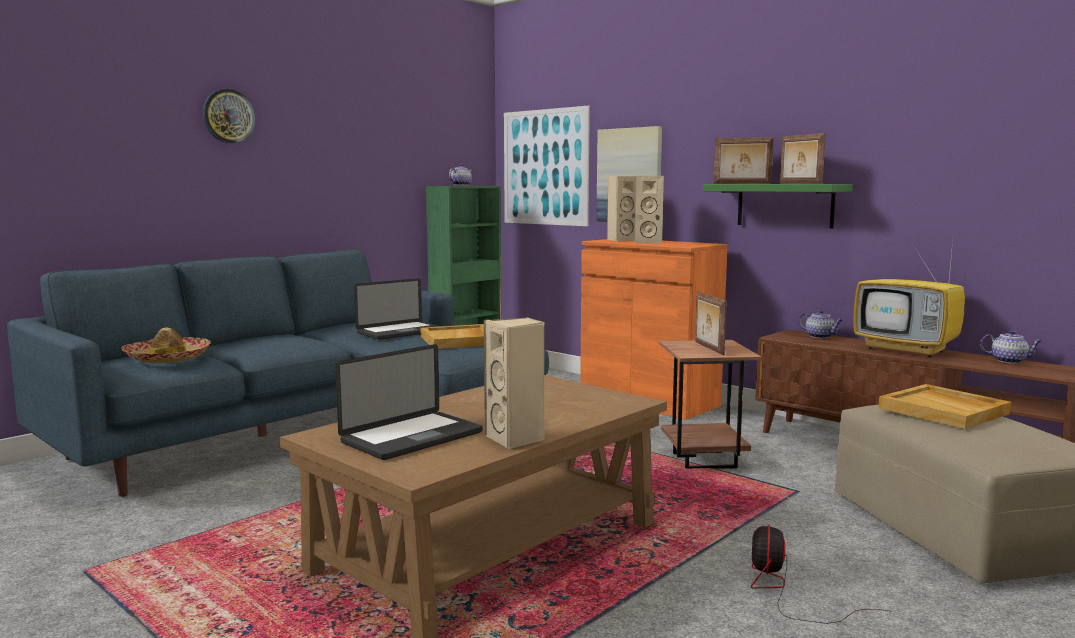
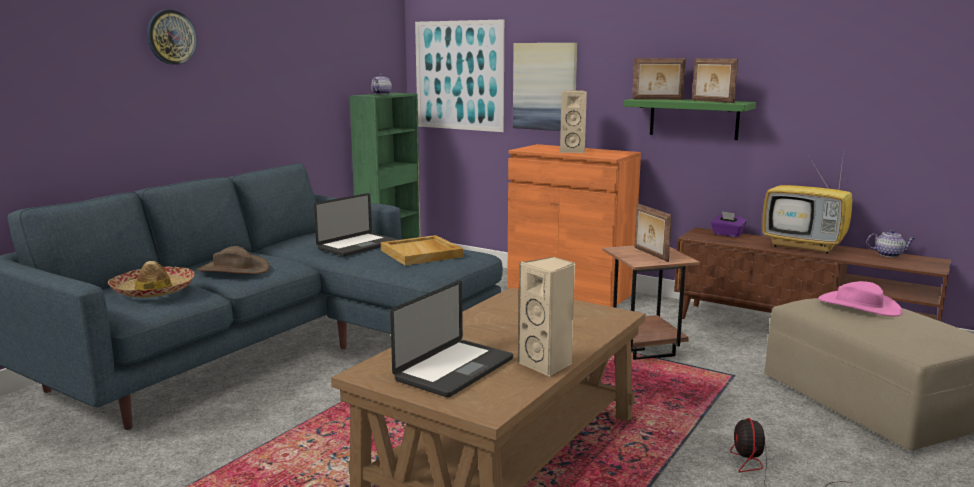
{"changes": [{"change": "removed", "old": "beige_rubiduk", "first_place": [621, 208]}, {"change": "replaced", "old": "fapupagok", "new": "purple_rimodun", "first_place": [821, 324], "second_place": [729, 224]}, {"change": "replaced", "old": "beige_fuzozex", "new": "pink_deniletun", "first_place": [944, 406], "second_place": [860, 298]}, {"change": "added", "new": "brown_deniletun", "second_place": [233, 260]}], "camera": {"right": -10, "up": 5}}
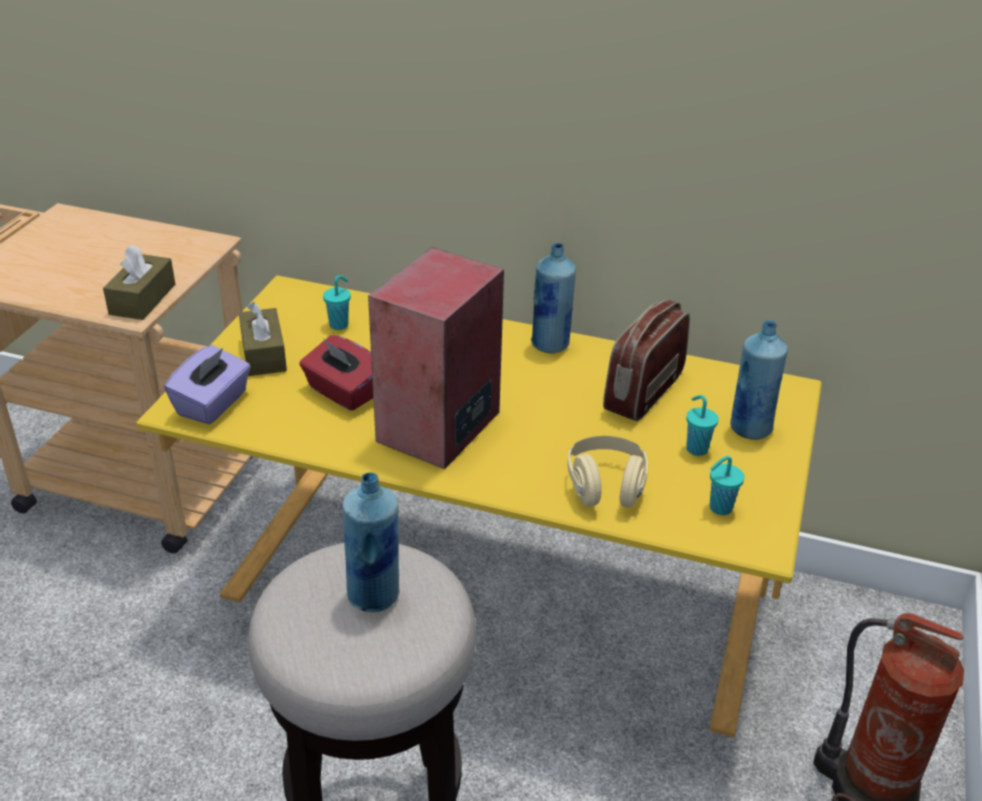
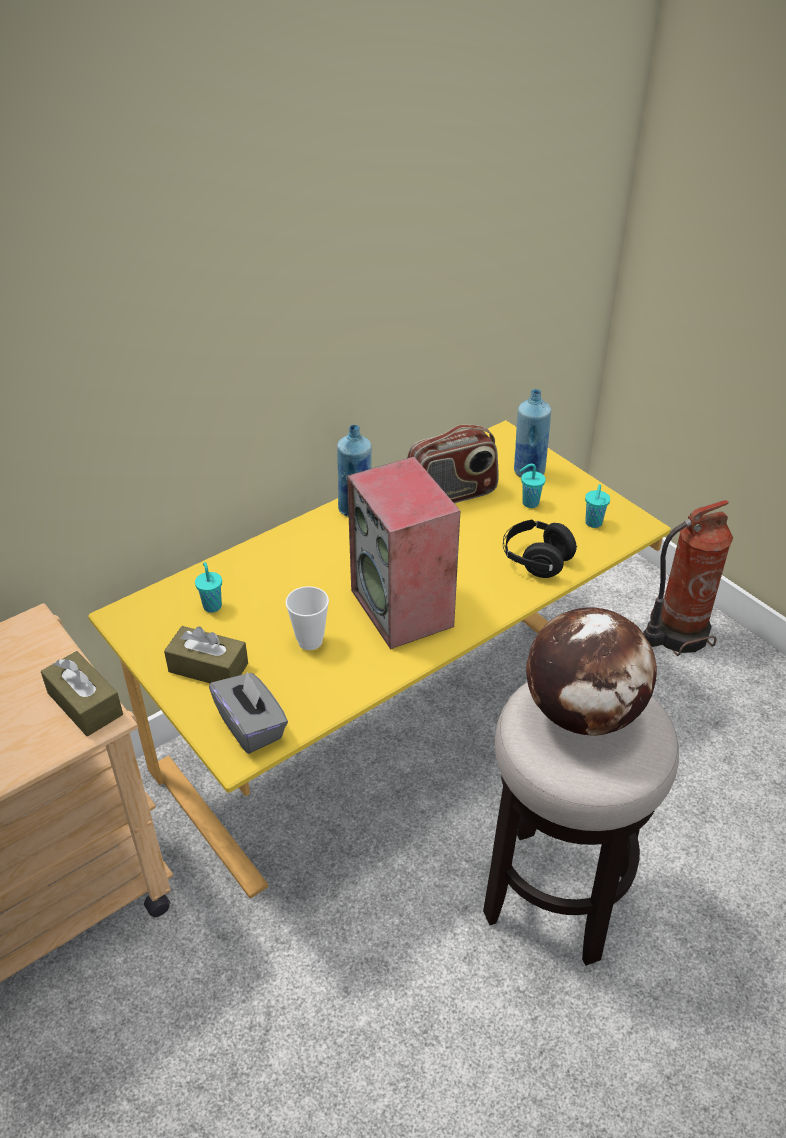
{"changes": [{"change": "recoloured", "old": "purple_rimodun", "new": "grey_rimodun", "first_place": [207, 384], "second_place": [248, 713]}, {"change": "replaced", "old": "red_rimodun", "new": "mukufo", "first_place": [336, 373], "second_place": [307, 618]}, {"change": "replaced", "old": "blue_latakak", "new": "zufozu", "first_place": [370, 542], "second_place": [591, 671]}, {"change": "recoloured", "old": "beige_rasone", "new": "black_rasone", "first_place": [608, 472], "second_place": [540, 548]}, {"change": "turned", "old": "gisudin", "first_place": [646, 360], "second_place": [453, 463], "degrees": -90}], "camera": {"right": -55, "up": 5}}
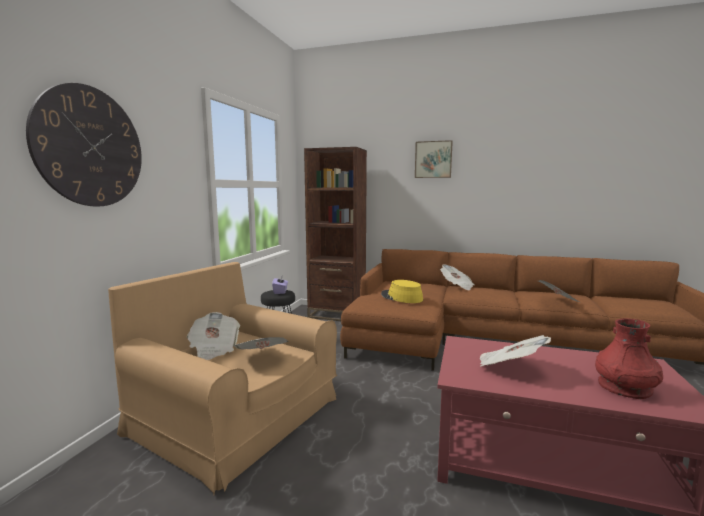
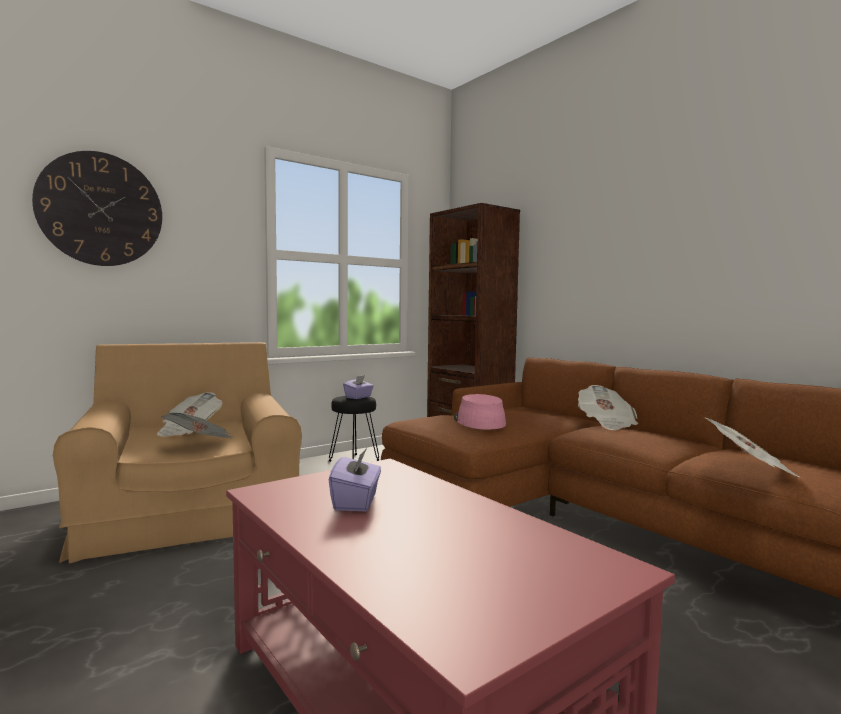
{"changes": [{"change": "recoloured", "old": "yellow_deniletun", "new": "pink_deniletun", "first_place": [402, 291], "second_place": [480, 412]}, {"change": "removed", "old": "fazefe", "first_place": [434, 159]}, {"change": "replaced", "old": "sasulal", "new": "purple_rimodun", "first_place": [515, 350], "second_place": [355, 479]}, {"change": "removed", "old": "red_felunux", "first_place": [629, 358]}], "camera": {"right": 35, "up": -5}}
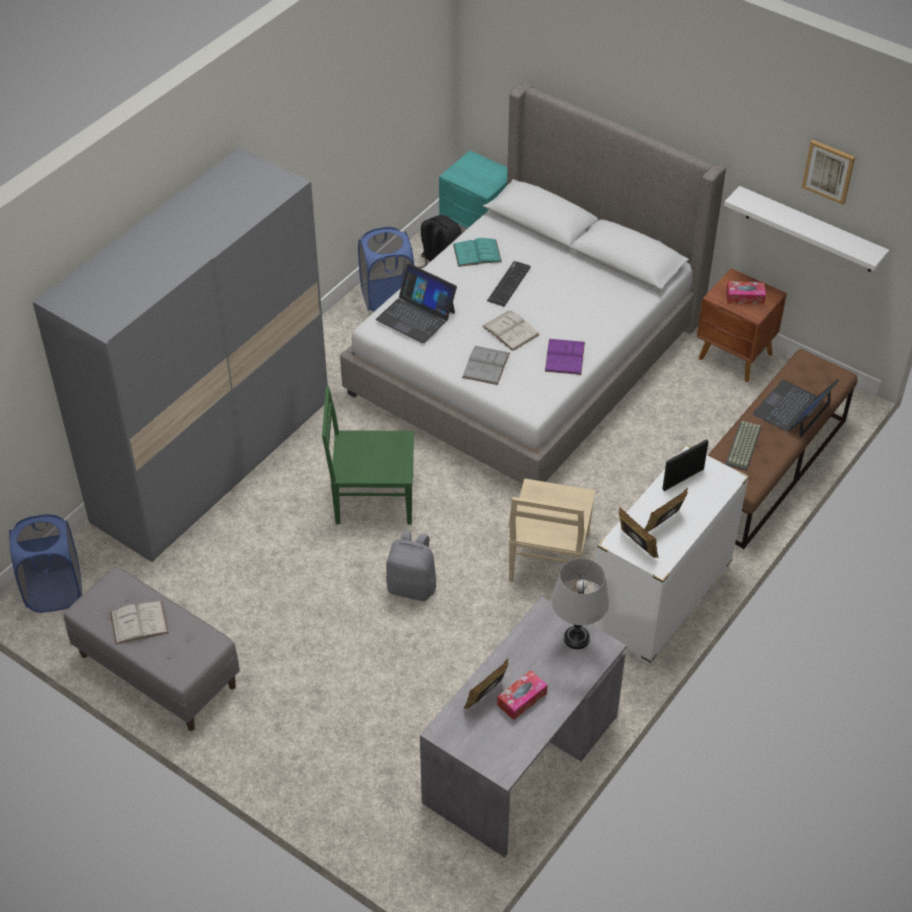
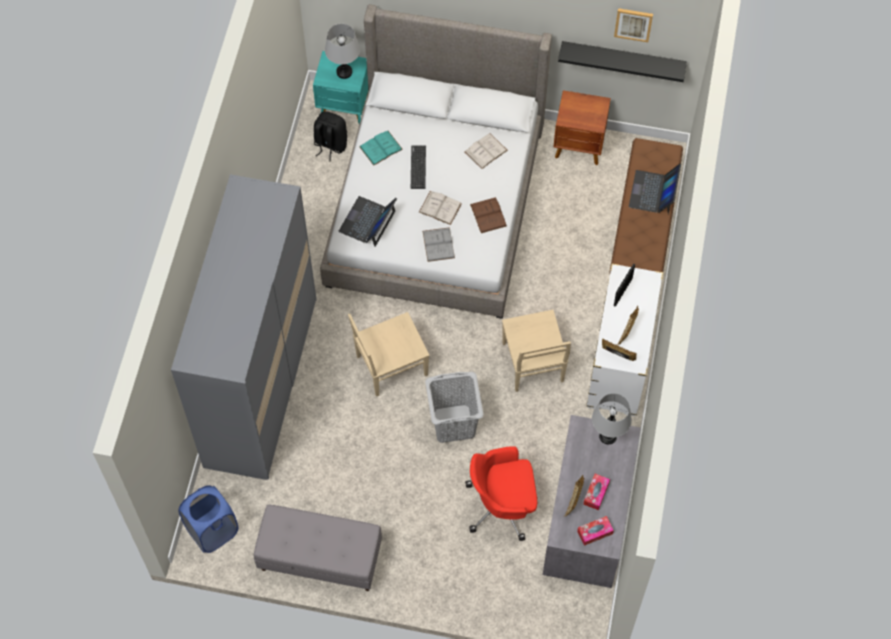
{"changes": [{"change": "moved", "old": "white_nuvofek", "first_place": [139, 623], "second_place": [486, 151]}, {"change": "recoloured", "old": "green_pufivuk", "new": "beige_pufivuk", "first_place": [368, 455], "second_place": [389, 354]}, {"change": "removed", "old": "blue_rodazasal", "first_place": [386, 269]}, {"change": "turned", "old": "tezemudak", "first_place": [416, 303], "second_place": [367, 221], "degrees": 105}, {"change": "replaced", "old": "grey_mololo", "new": "grey_rodazasal", "first_place": [411, 565], "second_place": [454, 407]}, {"change": "recoloured", "old": "purple_nuvofek", "new": "brown_nuvofek", "first_place": [565, 357], "second_place": [488, 215]}, {"change": "recoloured", "old": "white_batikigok", "new": "black_batikigok", "first_place": [806, 229], "second_place": [622, 61]}, {"change": "removed", "old": "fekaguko", "first_place": [743, 445]}, {"change": "moved", "old": "rimodun", "first_place": [746, 293], "second_place": [595, 531]}, {"change": "added", "new": "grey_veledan", "second_place": [342, 51]}, {"change": "added", "new": "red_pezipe", "second_place": [501, 493]}], "camera": {"right": -25, "up": 15}}
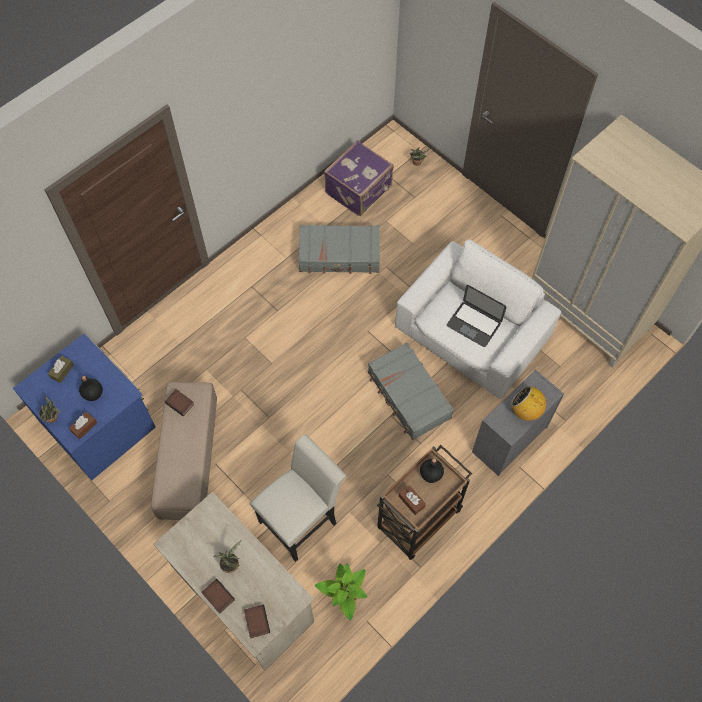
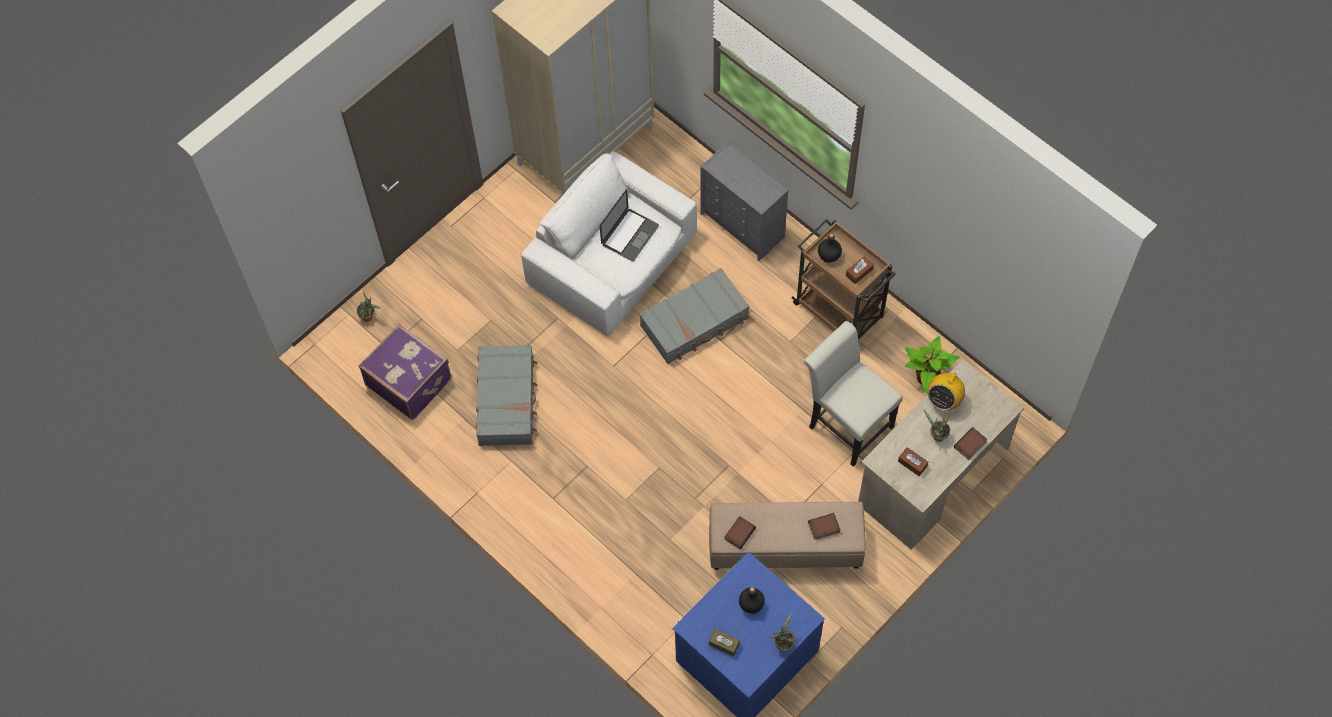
{"changes": [{"change": "moved", "old": "brown_rimodun", "first_place": [83, 425], "second_place": [913, 461]}, {"change": "moved", "old": "nuvofek", "first_place": [257, 621], "second_place": [824, 526]}, {"change": "moved", "old": "gisudin", "first_place": [529, 403], "second_place": [946, 388]}], "camera": {"right": -90, "up": 0}}
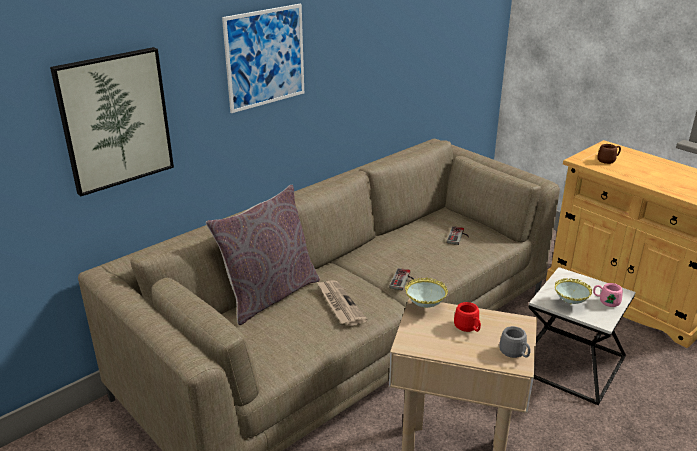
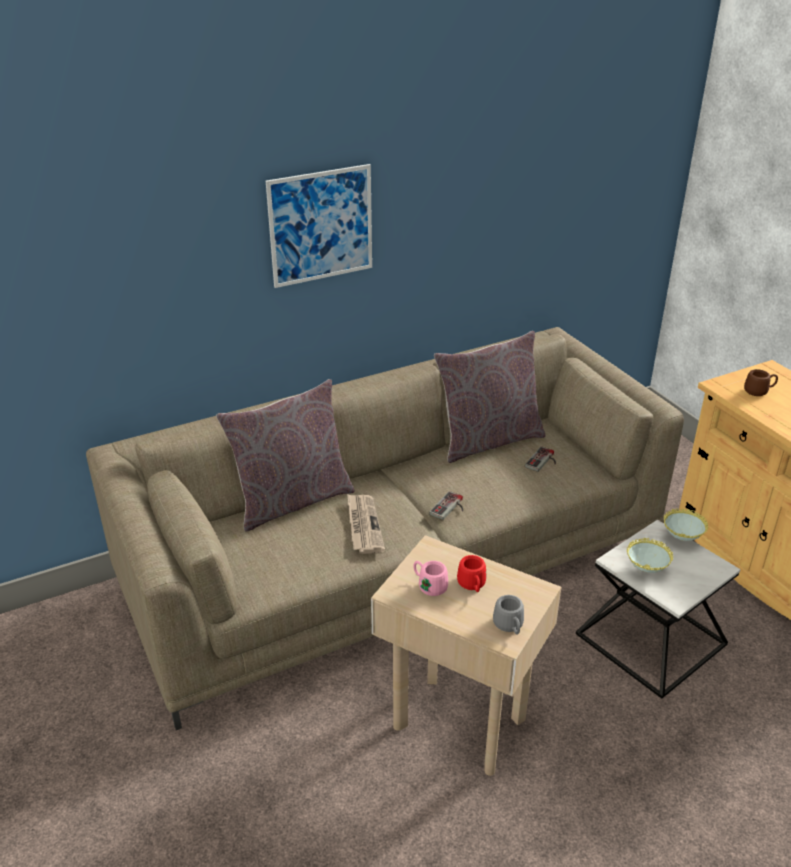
{"changes": [{"change": "removed", "old": "fazefe", "first_place": [112, 121]}, {"change": "moved", "old": "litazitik", "first_place": [426, 292], "second_place": [686, 524]}, {"change": "moved", "old": "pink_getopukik", "first_place": [608, 295], "second_place": [430, 578]}, {"change": "added", "new": "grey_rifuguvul", "second_place": [489, 397]}], "camera": {"right": 15, "up": 5}}
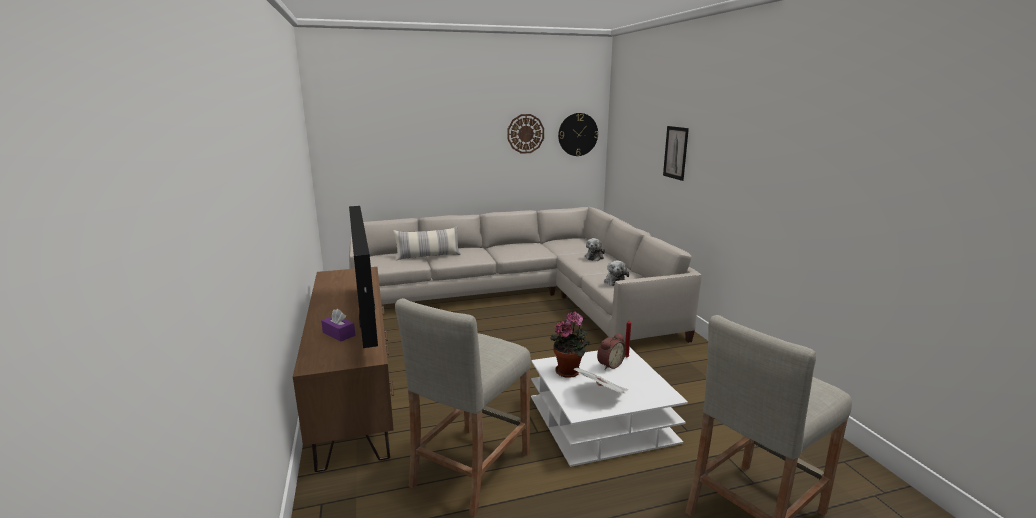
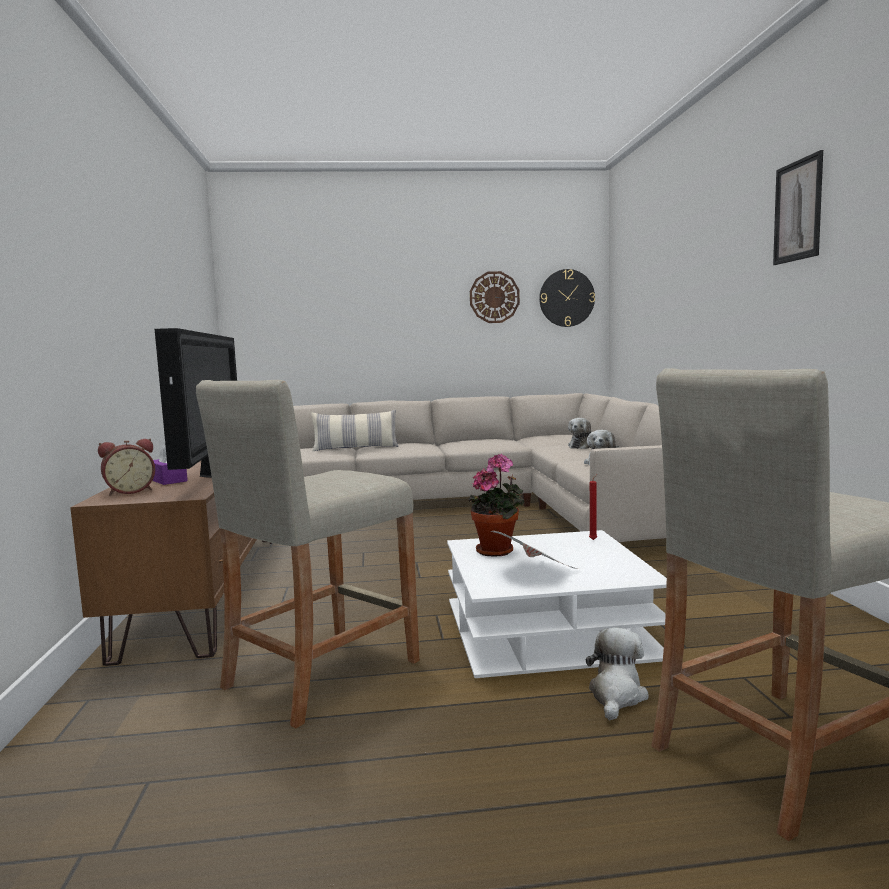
{"changes": [{"change": "moved", "old": "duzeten", "first_place": [611, 351], "second_place": [126, 467]}, {"change": "moved", "old": "fazefe", "first_place": [676, 153], "second_place": [798, 207]}, {"change": "added", "new": "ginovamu", "second_place": [617, 673]}], "camera": {"right": 10, "up": -10}}
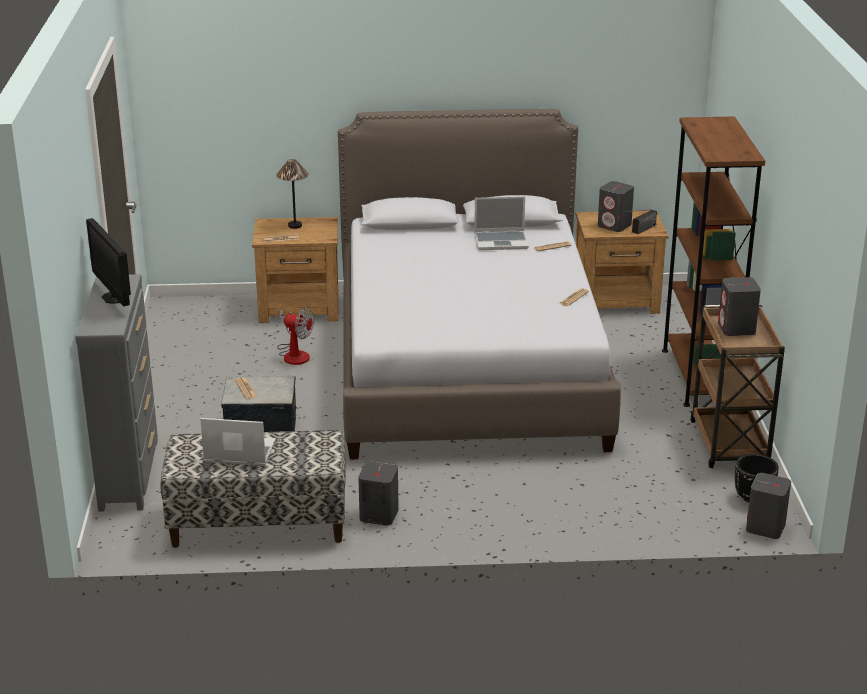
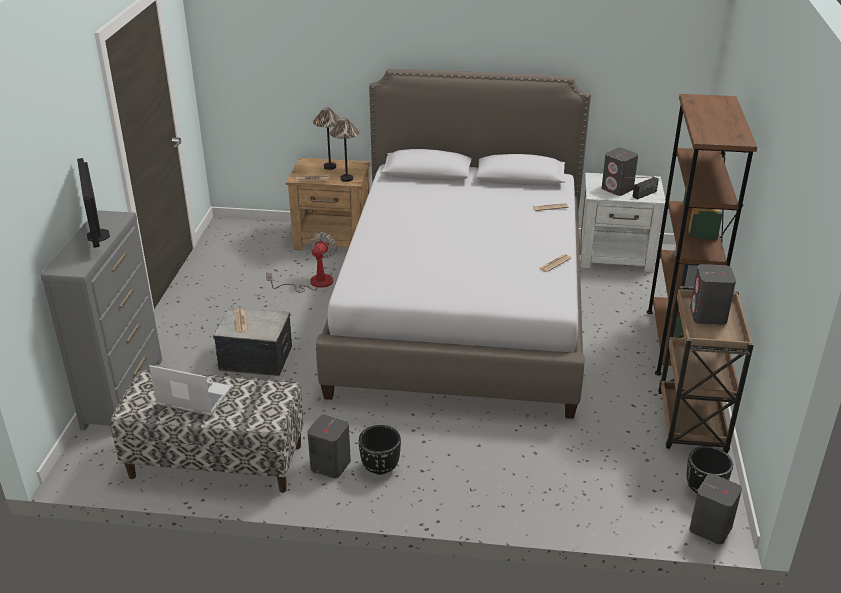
{"changes": [{"change": "turned", "old": "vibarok", "first_place": [295, 336], "second_place": [301, 262], "degrees": -105}, {"change": "removed", "old": "tezemudak", "first_place": [501, 223]}, {"change": "recoloured", "old": "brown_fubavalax", "new": "white_fubavalax", "first_place": [622, 262], "second_place": [622, 222]}, {"change": "added", "new": "veledan", "second_place": [345, 150]}, {"change": "added", "new": "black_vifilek", "second_place": [379, 450]}], "camera": {"right": 10, "up": 5}}
